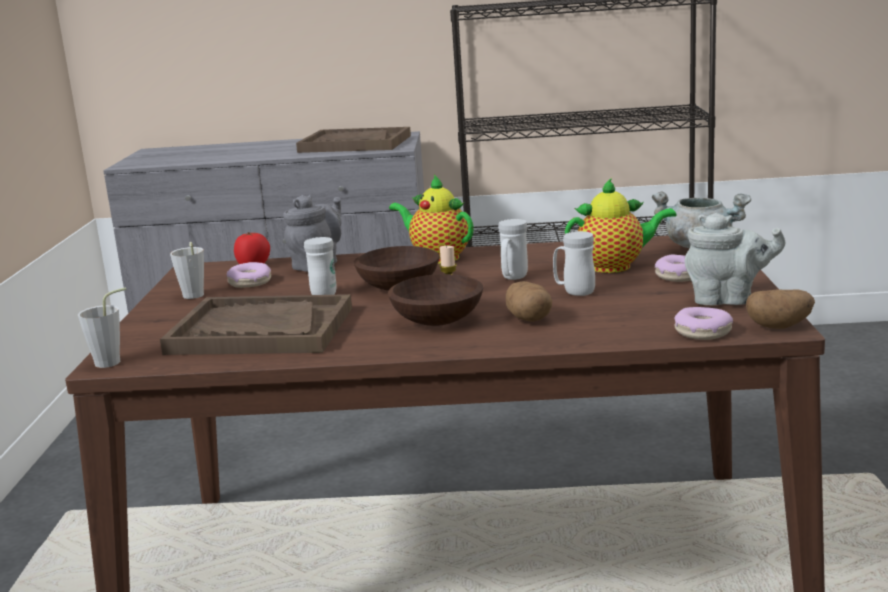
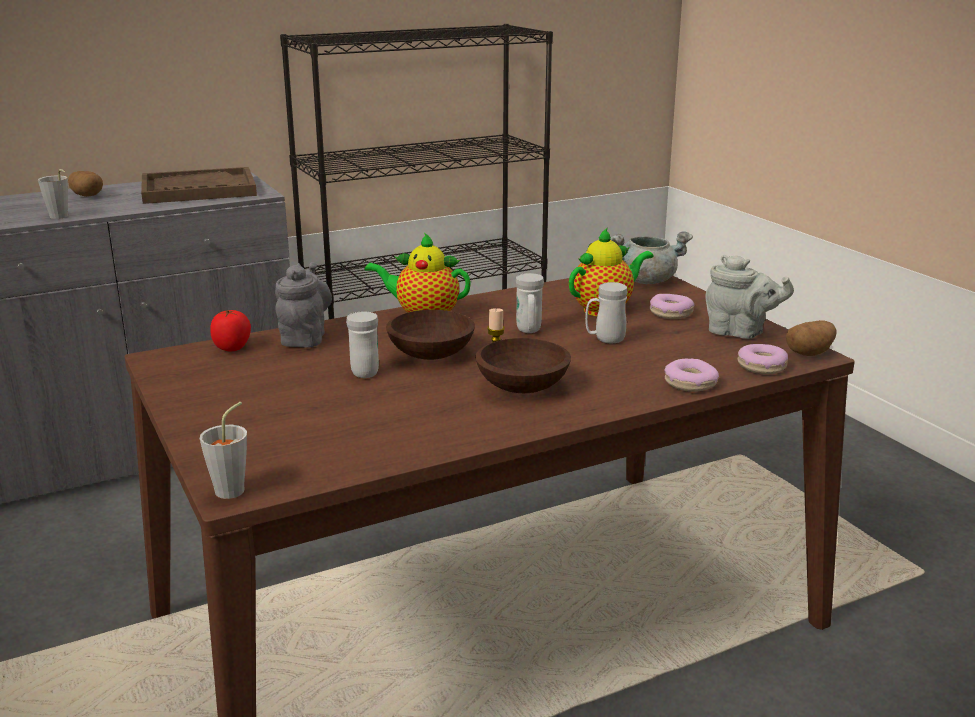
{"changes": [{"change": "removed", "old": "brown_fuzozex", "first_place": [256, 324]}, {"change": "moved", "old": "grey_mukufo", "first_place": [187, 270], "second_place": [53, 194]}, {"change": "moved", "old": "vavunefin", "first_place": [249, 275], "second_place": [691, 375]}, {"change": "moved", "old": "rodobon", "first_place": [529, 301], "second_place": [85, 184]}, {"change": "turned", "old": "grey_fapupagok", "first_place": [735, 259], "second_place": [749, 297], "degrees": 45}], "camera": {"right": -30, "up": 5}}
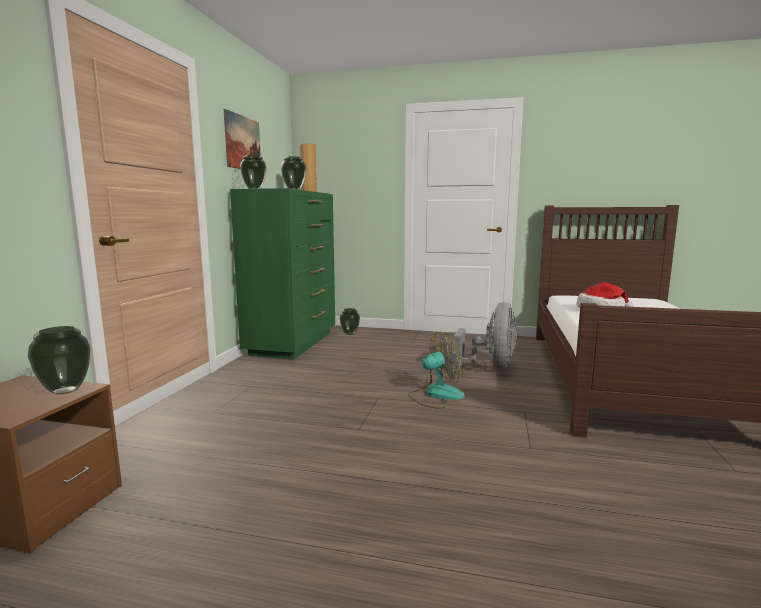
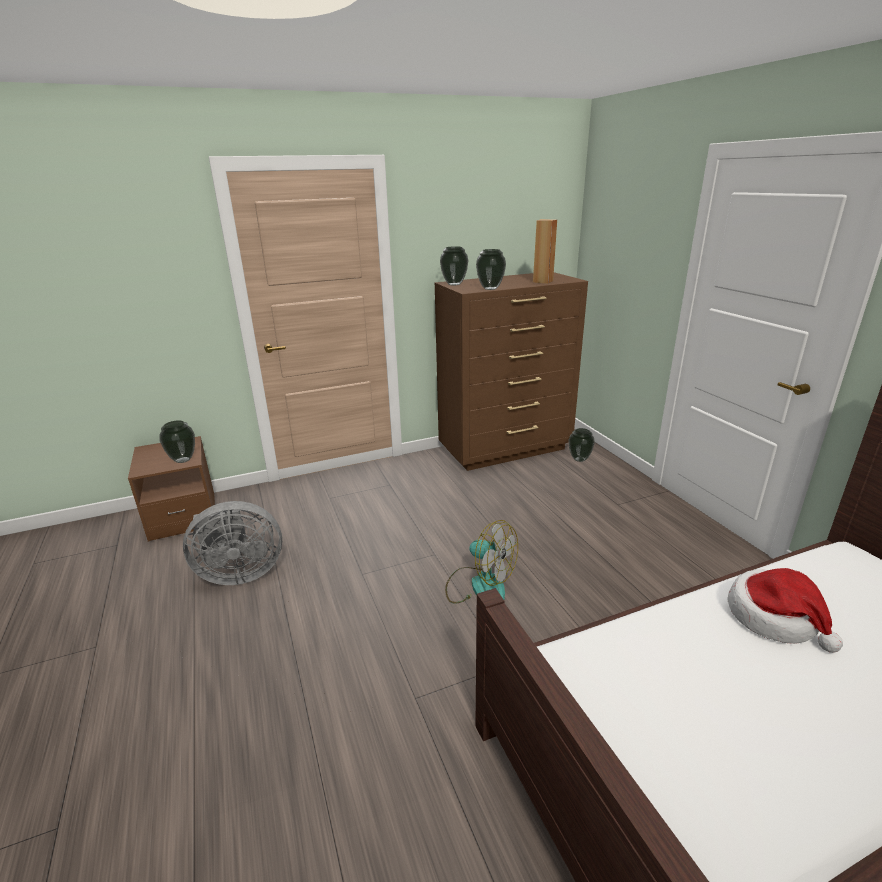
{"changes": [{"change": "removed", "old": "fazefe", "first_place": [242, 139]}, {"change": "recoloured", "old": "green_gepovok", "new": "brown_gepovok", "first_place": [282, 274], "second_place": [511, 371]}, {"change": "moved", "old": "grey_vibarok", "first_place": [485, 336], "second_place": [232, 543]}], "camera": {"right": 55, "up": 15}}
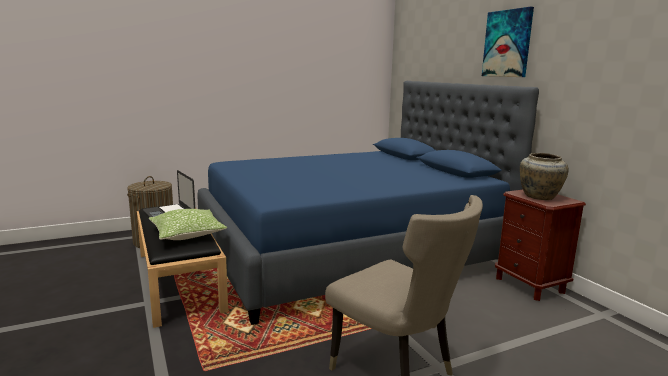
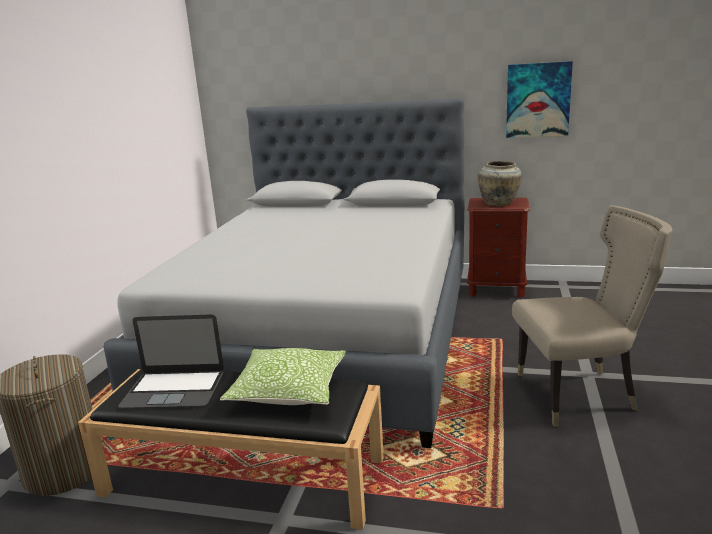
{"changes": [{"change": "recoloured", "old": "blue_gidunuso", "new": "grey_gidunuso", "first_place": [368, 203], "second_place": [284, 273]}, {"change": "moved", "old": "fazefe", "first_place": [508, 42], "second_place": [539, 99]}], "camera": {"right": -50, "up": 5}}
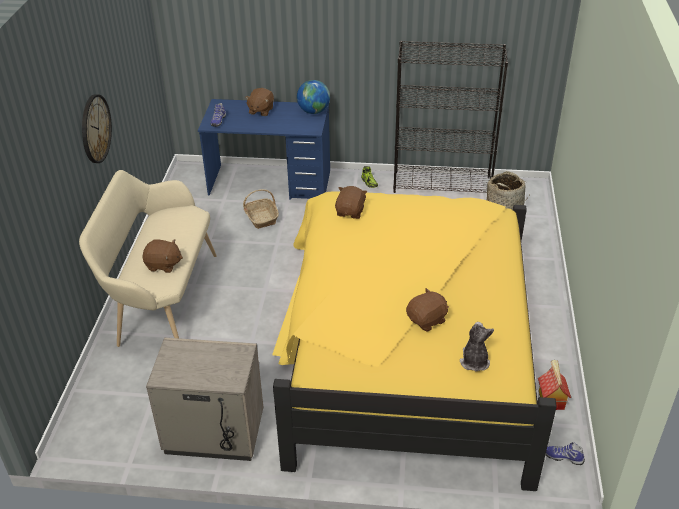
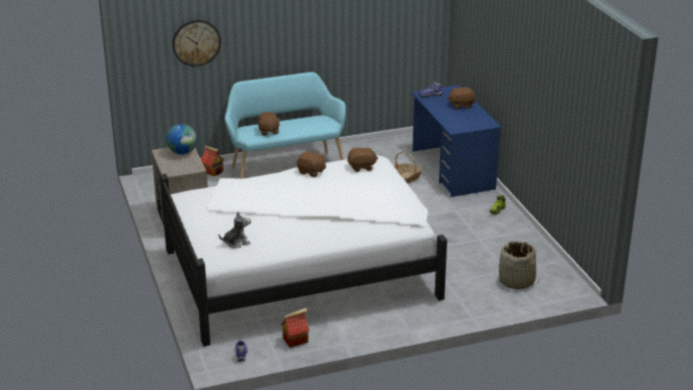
{"changes": [{"change": "recoloured", "old": "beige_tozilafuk", "new": "turquoise_tozilafuk", "first_place": [148, 258], "second_place": [285, 125]}, {"change": "moved", "old": "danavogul", "first_place": [97, 128], "second_place": [196, 43]}, {"change": "recoloured", "old": "yellow_gidunuso", "new": "white_gidunuso", "first_place": [414, 341], "second_place": [303, 251]}, {"change": "moved", "old": "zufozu", "first_place": [313, 97], "second_place": [181, 139]}, {"change": "removed", "old": "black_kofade", "first_place": [450, 117]}, {"change": "moved", "old": "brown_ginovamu", "first_place": [427, 310], "second_place": [311, 164]}, {"change": "added", "new": "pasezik", "second_place": [212, 161]}], "camera": {"right": 65, "up": -10}}
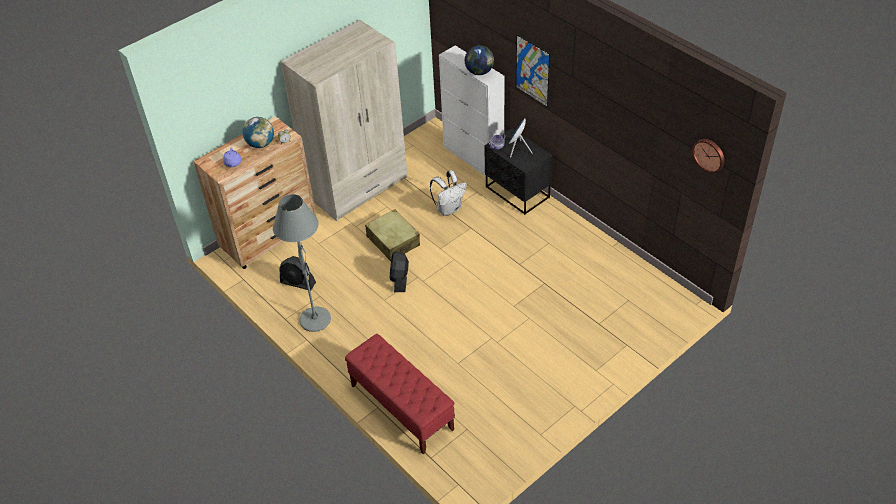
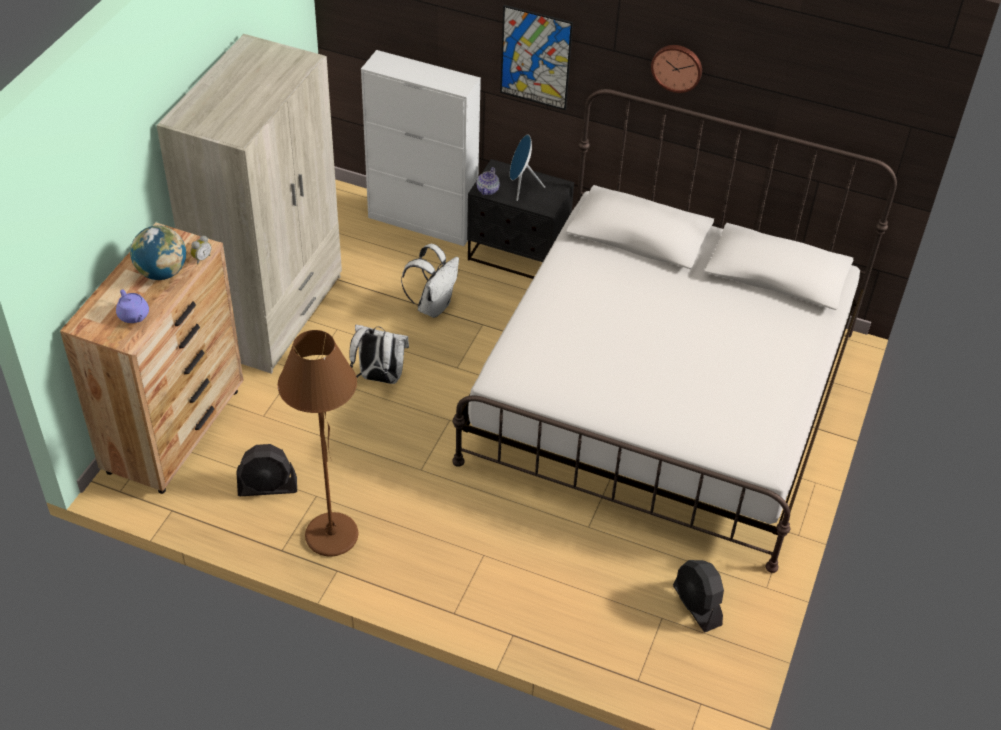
{"changes": [{"change": "recoloured", "old": "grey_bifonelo", "new": "brown_bifonelo", "first_place": [302, 263], "second_place": [318, 443]}, {"change": "removed", "old": "red_tozilafuk", "first_place": [400, 394]}, {"change": "replaced", "old": "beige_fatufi", "new": "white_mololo", "first_place": [392, 235], "second_place": [379, 354]}, {"change": "moved", "old": "black_vibarok", "first_place": [399, 271], "second_place": [698, 596]}, {"change": "removed", "old": "zufozu", "first_place": [479, 60]}, {"change": "moved", "old": "danavogul", "first_place": [708, 156], "second_place": [676, 69]}, {"change": "added", "new": "white_gidunuso", "second_place": [674, 331]}], "camera": {"right": -30, "up": 0}}
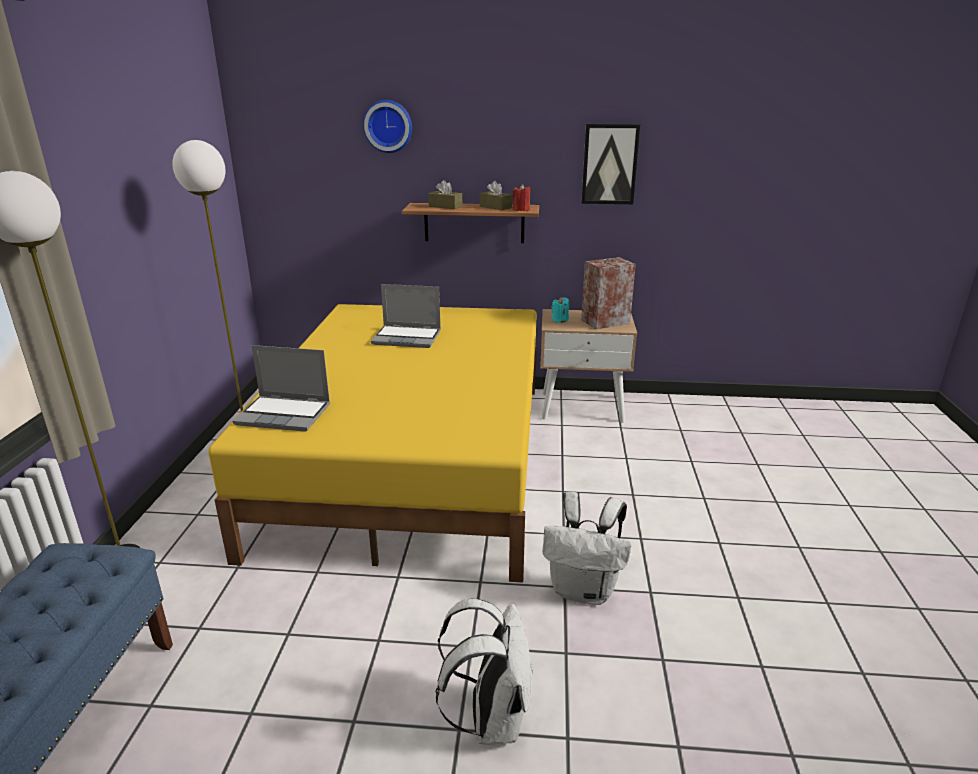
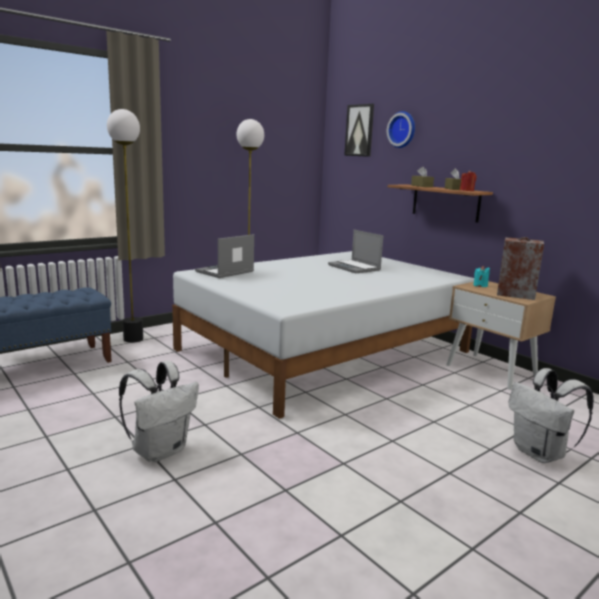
{"changes": [{"change": "recoloured", "old": "yellow_gidunuso", "new": "white_gidunuso", "first_place": [372, 443], "second_place": [323, 335]}, {"change": "turned", "old": "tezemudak", "first_place": [281, 388], "second_place": [224, 256], "degrees": 75}, {"change": "moved", "old": "white_mololo", "first_place": [587, 548], "second_place": [551, 415]}, {"change": "moved", "old": "fazefe", "first_place": [611, 164], "second_place": [359, 130]}], "camera": {"right": 45, "up": -10}}
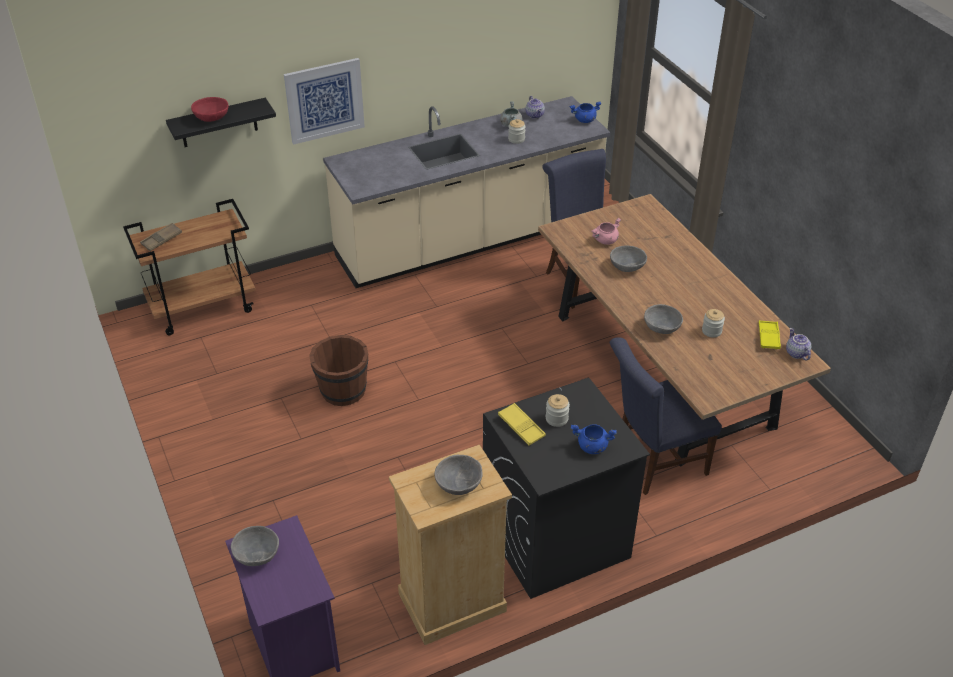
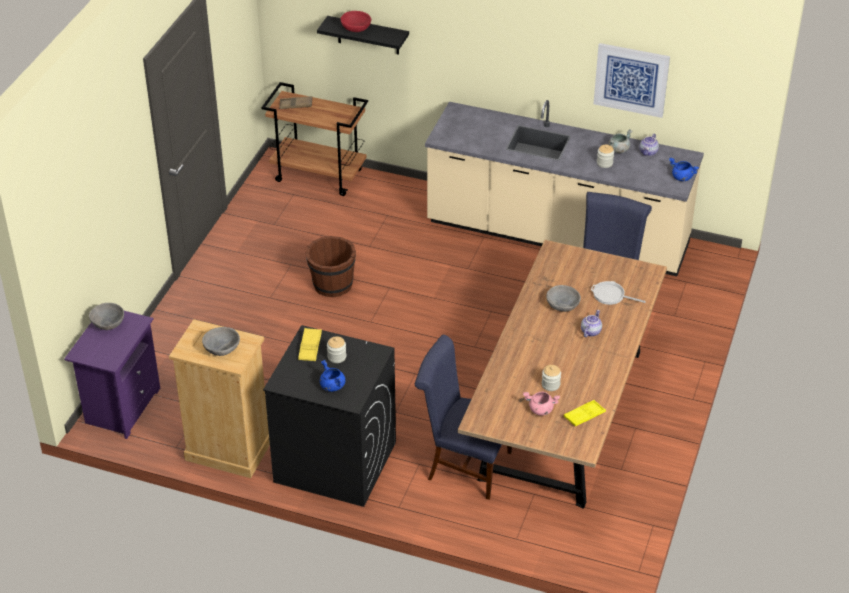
{"changes": [{"change": "moved", "old": "fazefe", "first_place": [324, 101], "second_place": [632, 80]}, {"change": "moved", "old": "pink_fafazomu", "first_place": [606, 231], "second_place": [541, 404]}, {"change": "removed", "old": "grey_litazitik", "first_place": [663, 319]}, {"change": "moved", "old": "fapupagok", "first_place": [798, 344], "second_place": [591, 323]}, {"change": "added", "new": "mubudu", "second_place": [618, 293]}], "camera": {"right": 45, "up": 0}}
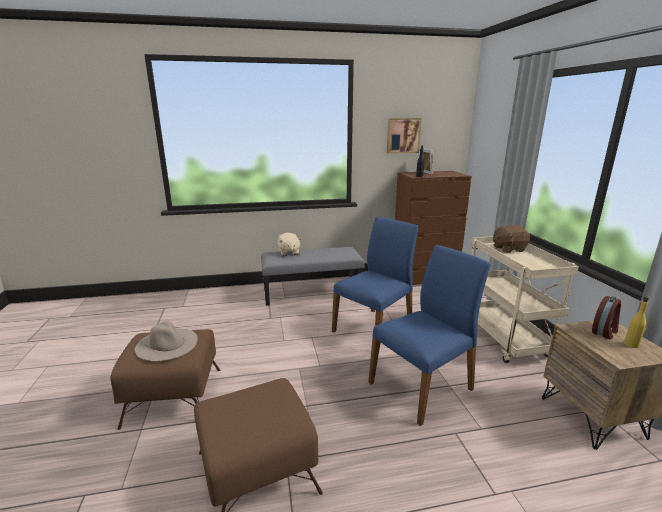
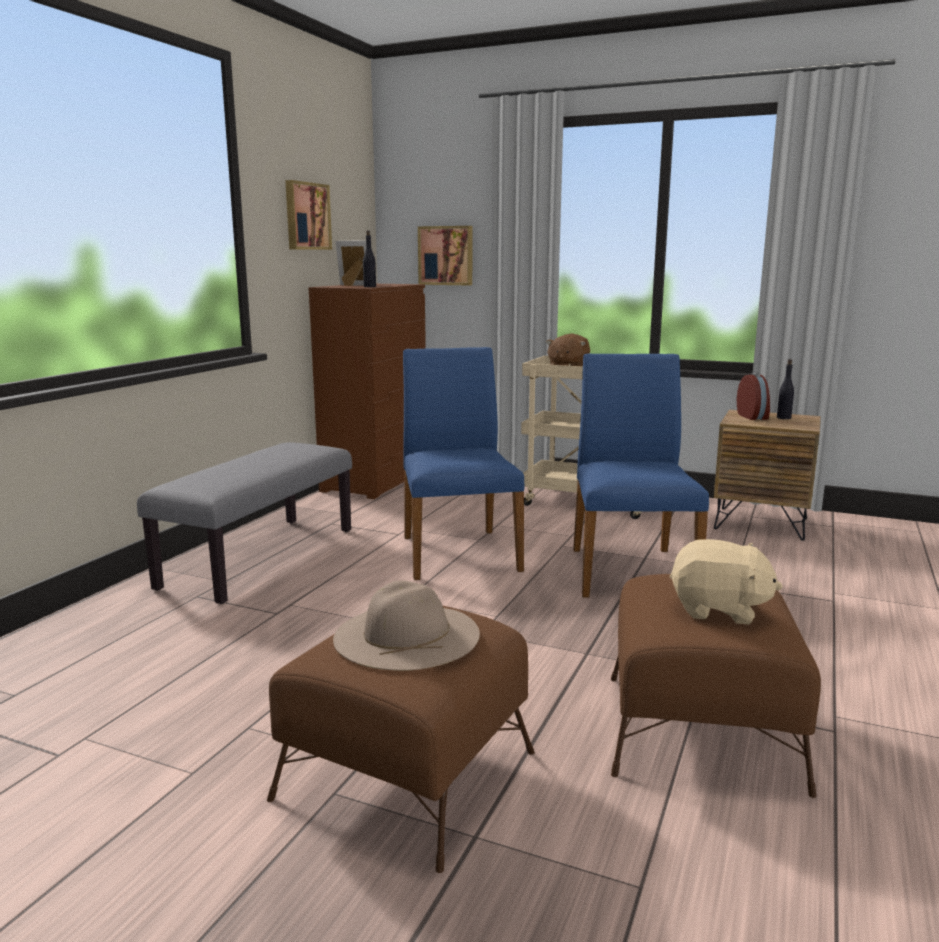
{"changes": [{"change": "moved", "old": "beige_ginovamu", "first_place": [289, 244], "second_place": [726, 582]}, {"change": "recoloured", "old": "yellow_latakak", "new": "black_latakak", "first_place": [636, 322], "second_place": [785, 389]}, {"change": "added", "new": "fazefe", "second_place": [445, 256]}], "camera": {"right": -55, "up": -5}}
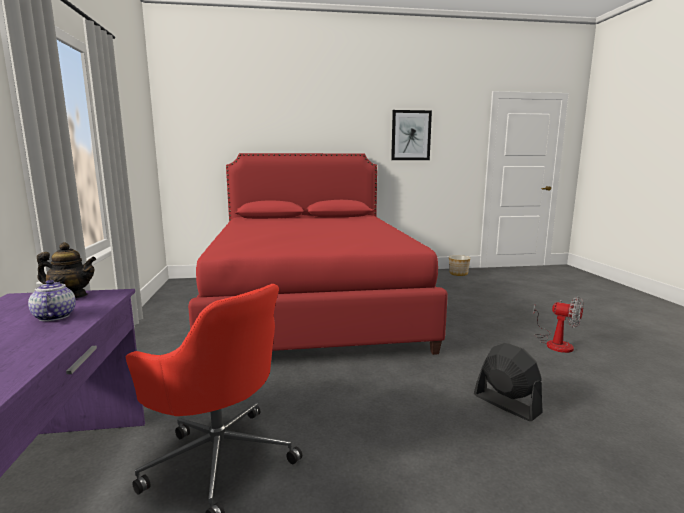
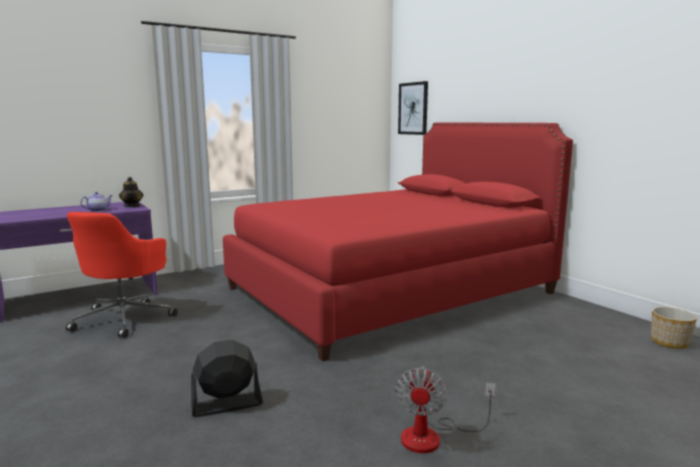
{"changes": [{"change": "moved", "old": "fazefe", "first_place": [411, 135], "second_place": [413, 108]}, {"change": "turned", "old": "black_vibarok", "first_place": [508, 382], "second_place": [227, 378], "degrees": -135}], "camera": {"right": 65, "up": 0}}
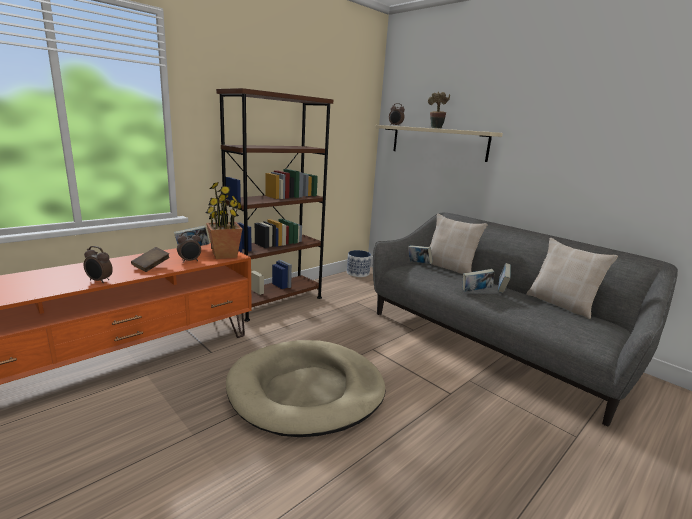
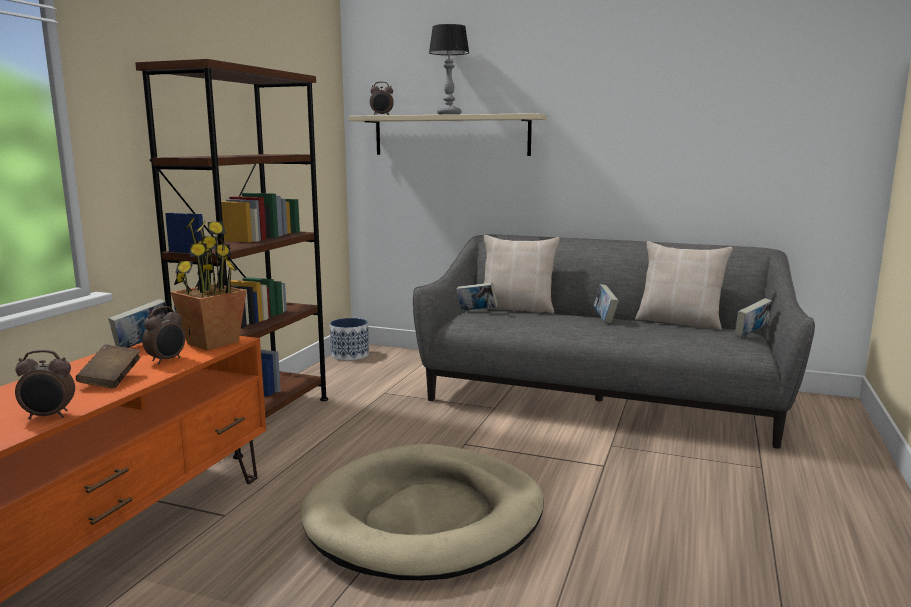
{"changes": [{"change": "replaced", "old": "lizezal", "new": "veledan", "first_place": [439, 110], "second_place": [449, 69]}, {"change": "moved", "old": "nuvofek", "first_place": [479, 280], "second_place": [753, 317]}], "camera": {"right": -25, "up": -5}}
